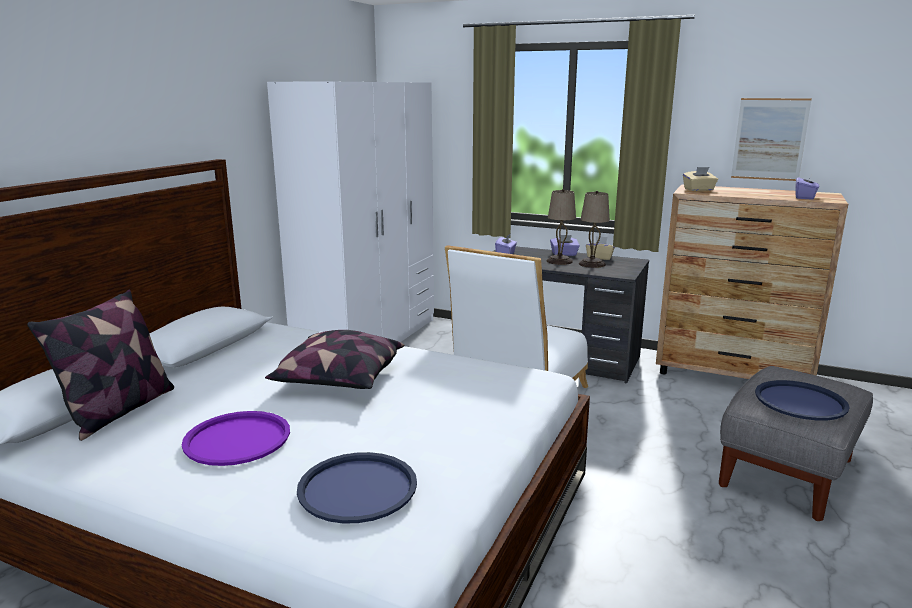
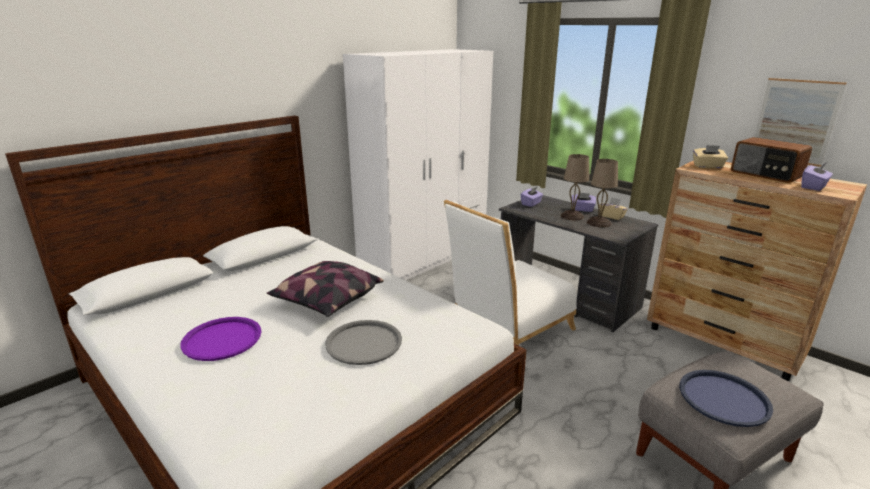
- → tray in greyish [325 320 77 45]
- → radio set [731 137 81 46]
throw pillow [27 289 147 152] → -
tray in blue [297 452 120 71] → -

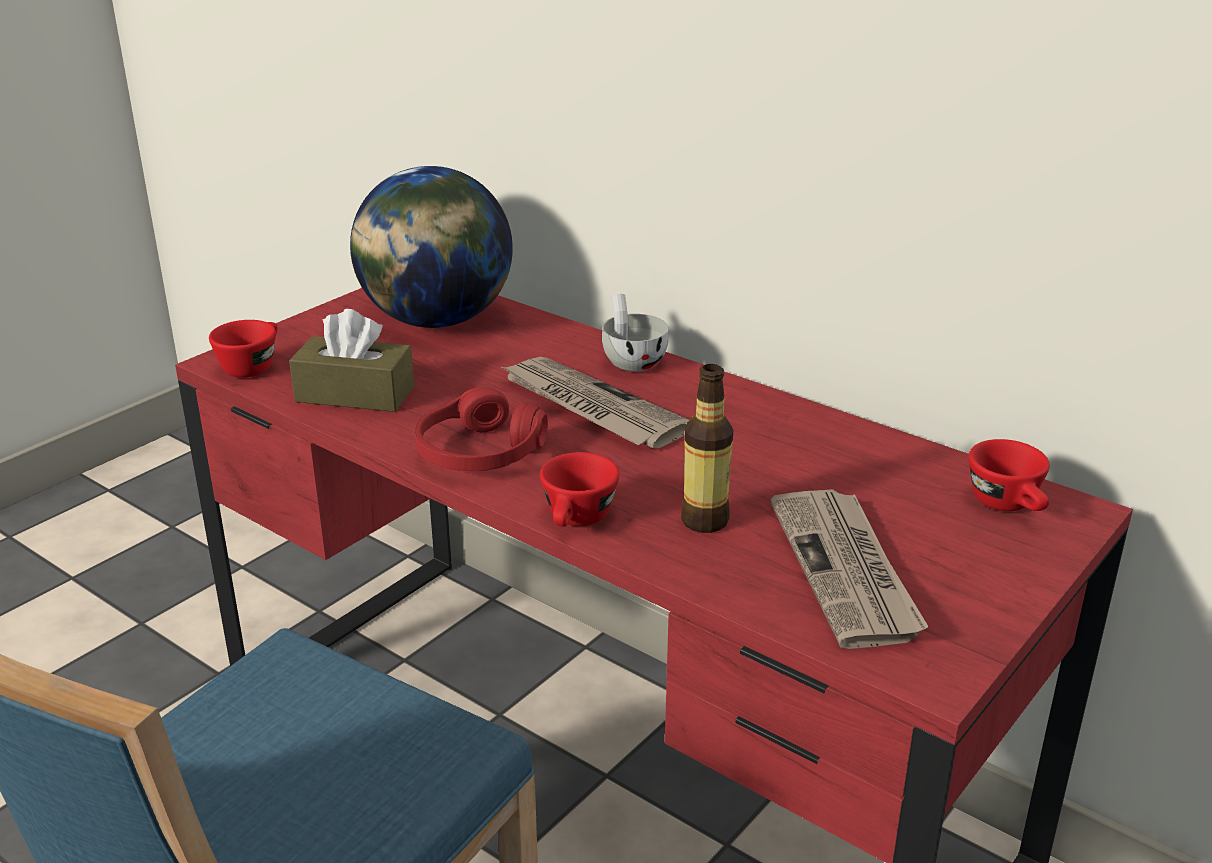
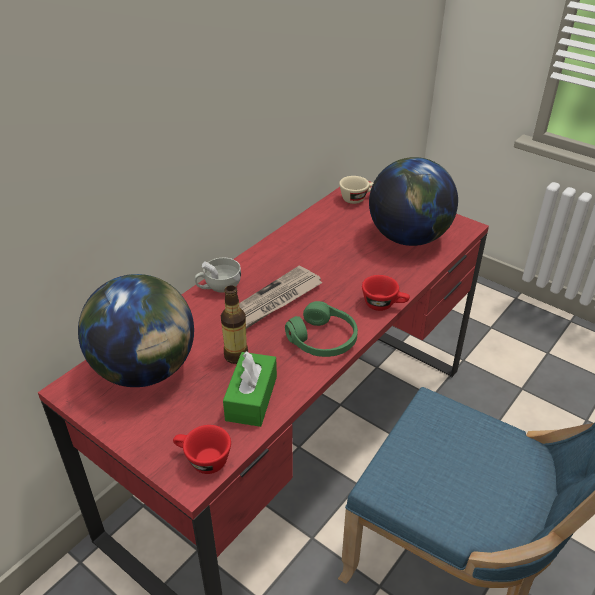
beverage bottle [681 364 52 169] → beverage bottle [221 286 27 78], move
tissue box in brown-coloured [289 309 125 103] → tissue box in greenish [223 351 54 76]
headphones in red-coloured [415 387 133 84] → headphones in greenish [285 301 73 56]
cup in red-coloured [969 439 81 72] → cup in sand-coloured [339 176 35 28]
daily paper [770 489 159 160] → desk globe [369 157 89 89]

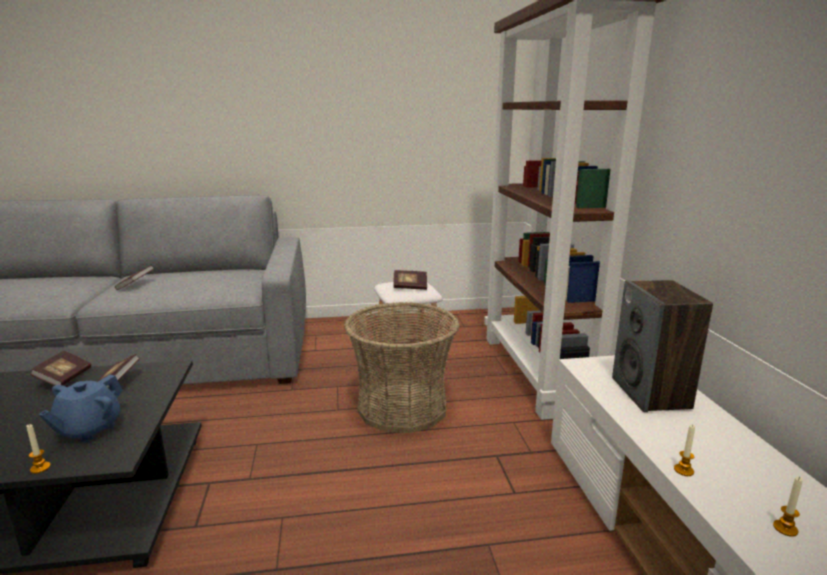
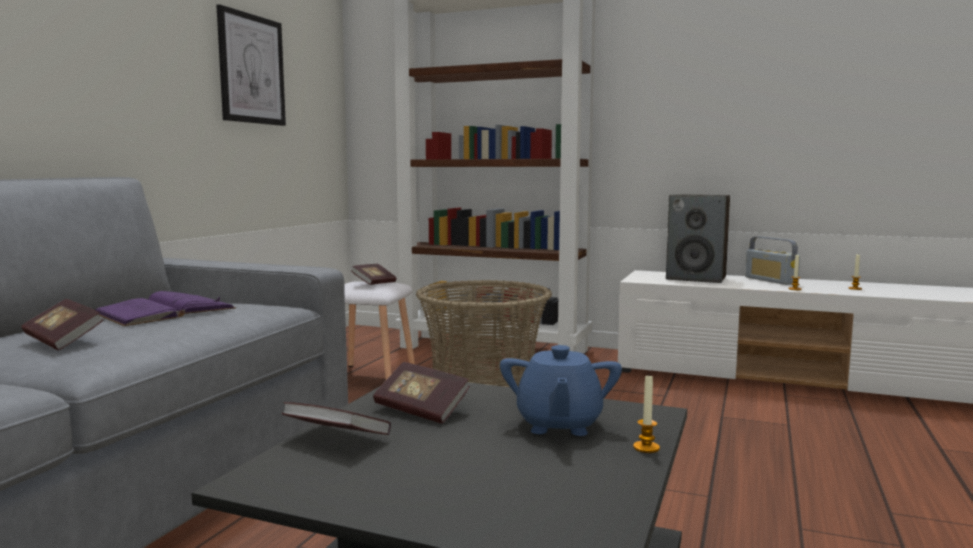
- → volume in purple-coloured [95 291 141 35]
- → wall art [216 4 70 122]
tea pot in blue [39 375 84 67] → tea pot in blue [500 345 122 91], 45 degrees clockwise
- → radio set [745 236 55 49]

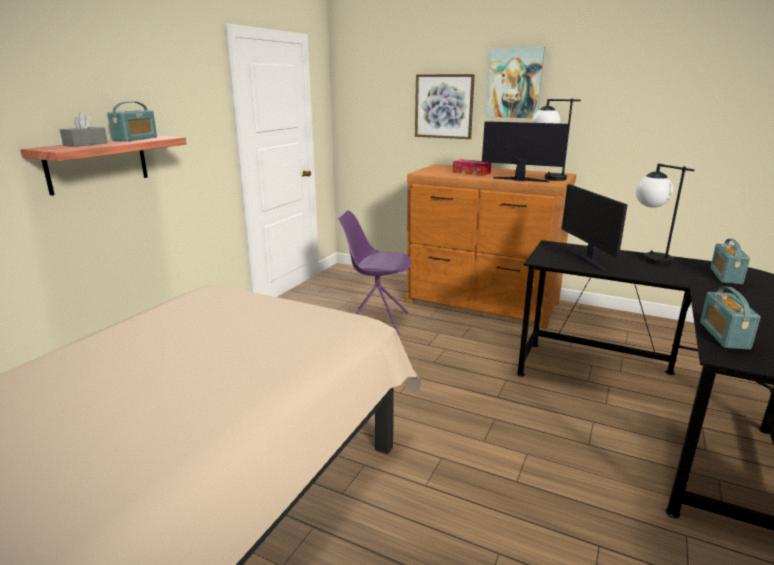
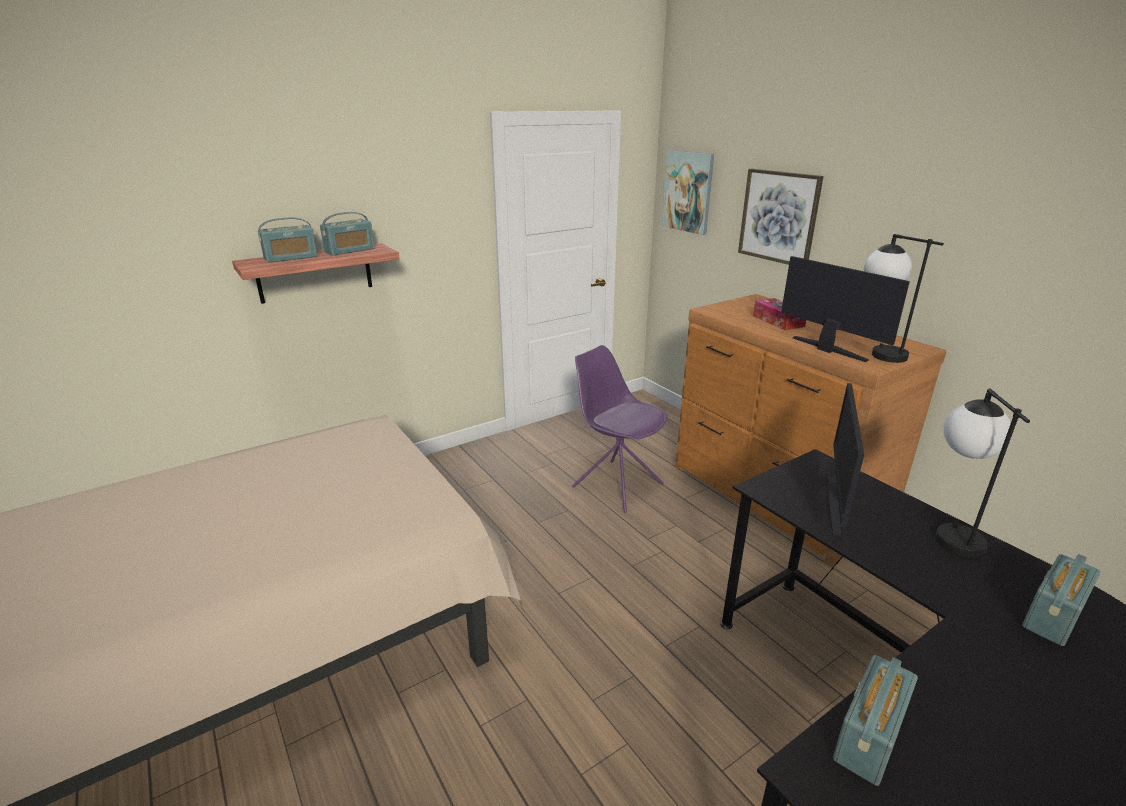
tissue box in greyish [60 112 48 35] → radio set [258 218 59 45]
wall art [486 47 59 71] → wall art [662 150 52 85], move

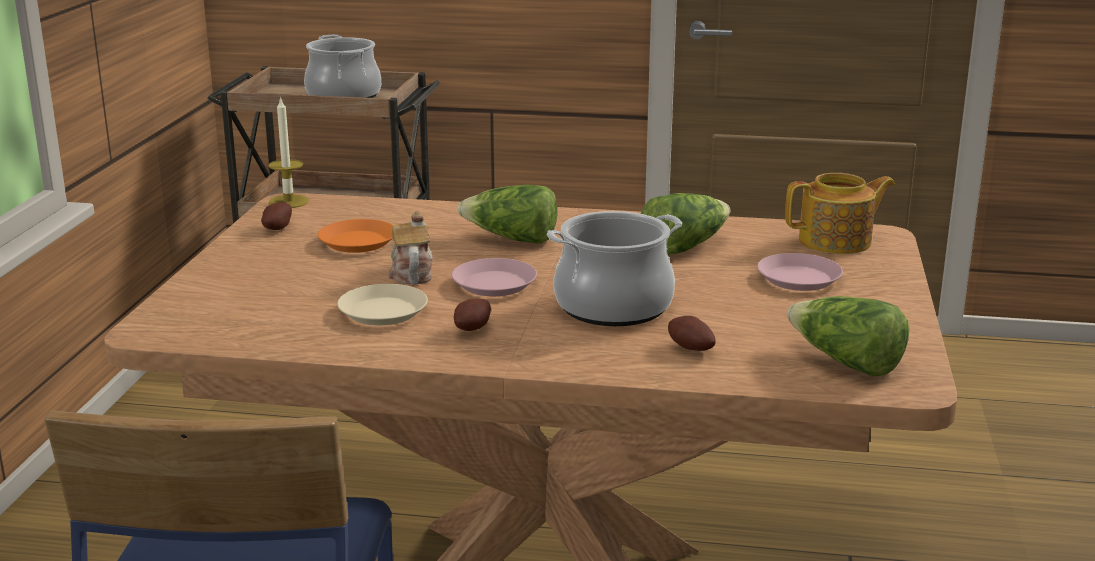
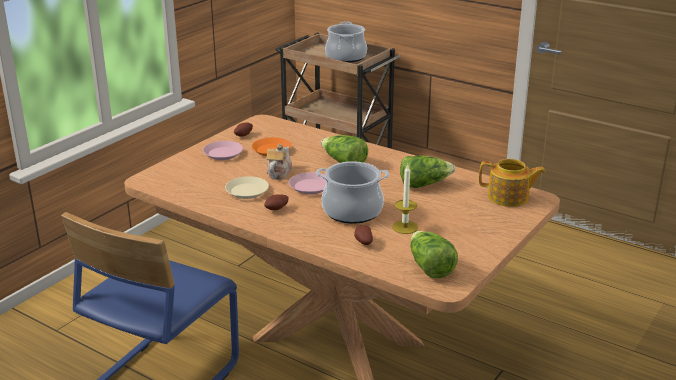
dinner plate in pink-coloured [757 253 86 38] → dinner plate in pink-coloured [203 141 40 19], move
wax candle [268 96 41 112] → wax candle [392 164 26 70], move

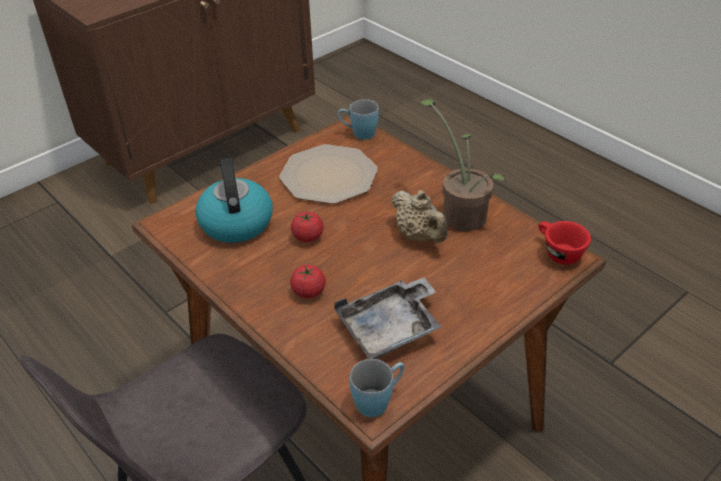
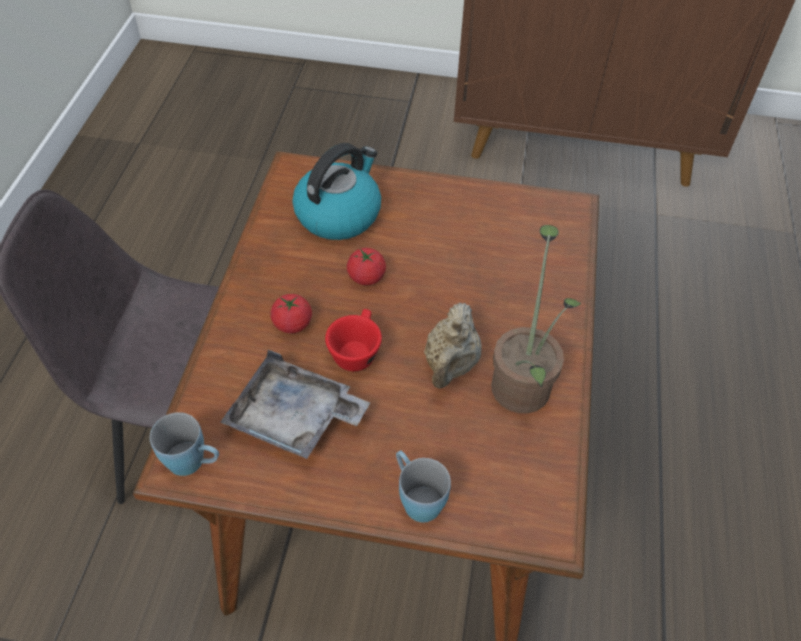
cup in red-coloured [538 221 53 44] → cup in red-coloured [325 309 57 62], move
coffee mug in blue [338 99 41 41] → coffee mug in blue [396 450 55 73], move
dinner plate [279 144 99 60] → -

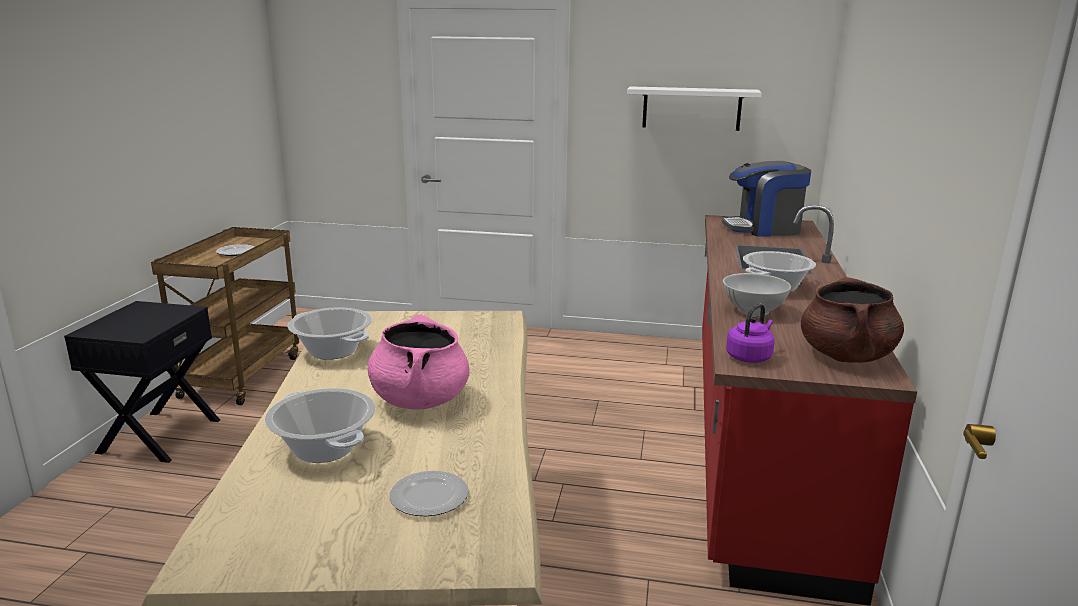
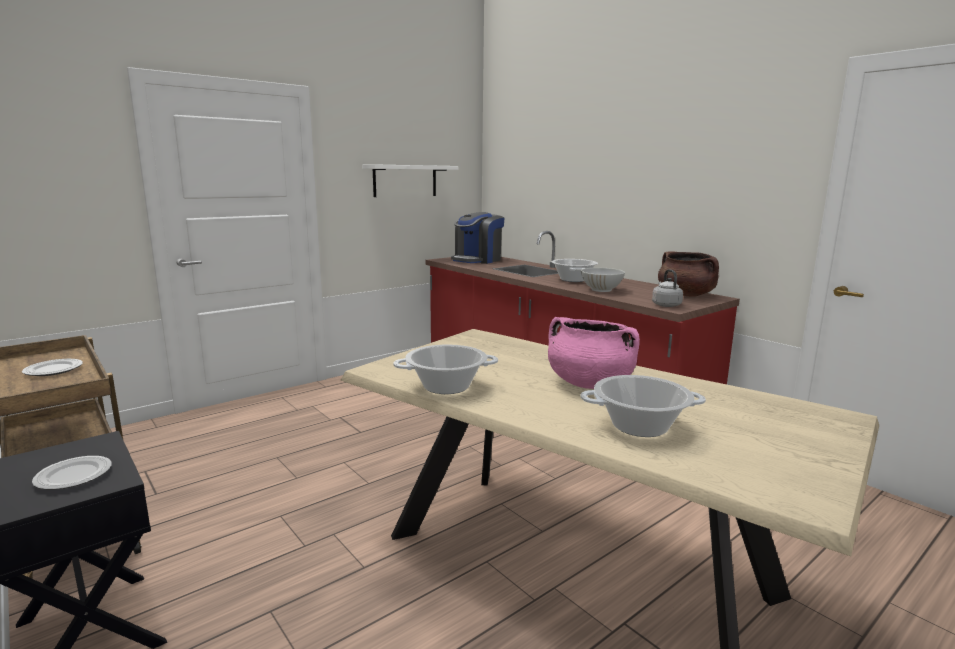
dinner plate [390 471 78 45] → dinner plate [32 456 80 34], move
tea kettle in purple-coloured [726 304 49 59] → tea kettle in greyish [652 269 31 38]

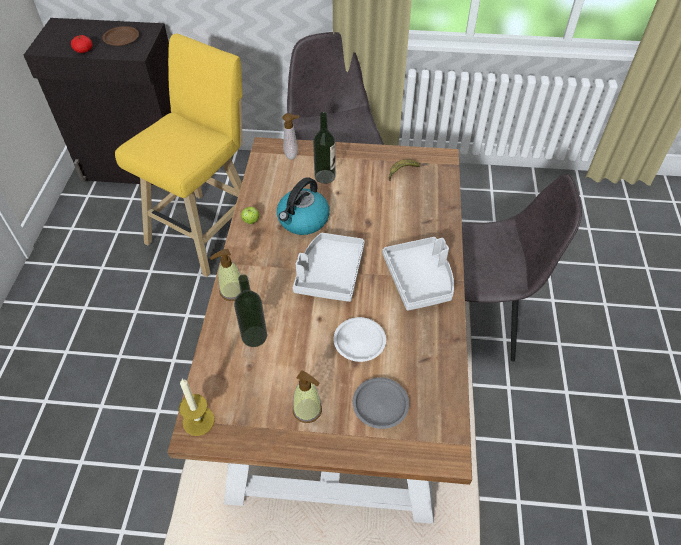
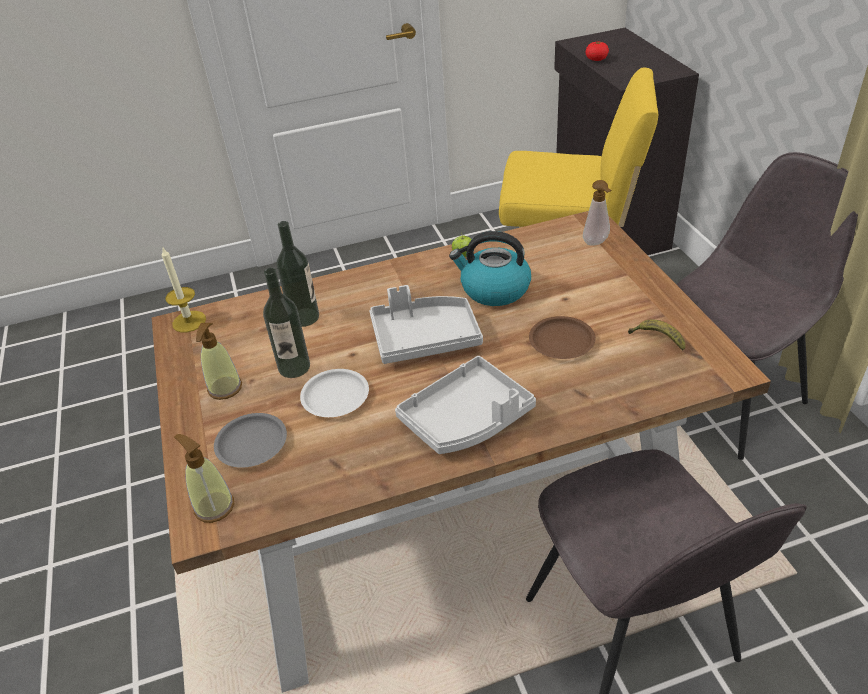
soap dispenser [210 249 31 52] → soap dispenser [174 434 60 89], move
beverage bottle [313 112 23 72] → beverage bottle [263 268 47 110], move
dinner plate in brown-coloured [102 26 37 20] → dinner plate in brown-coloured [529 316 67 43], move

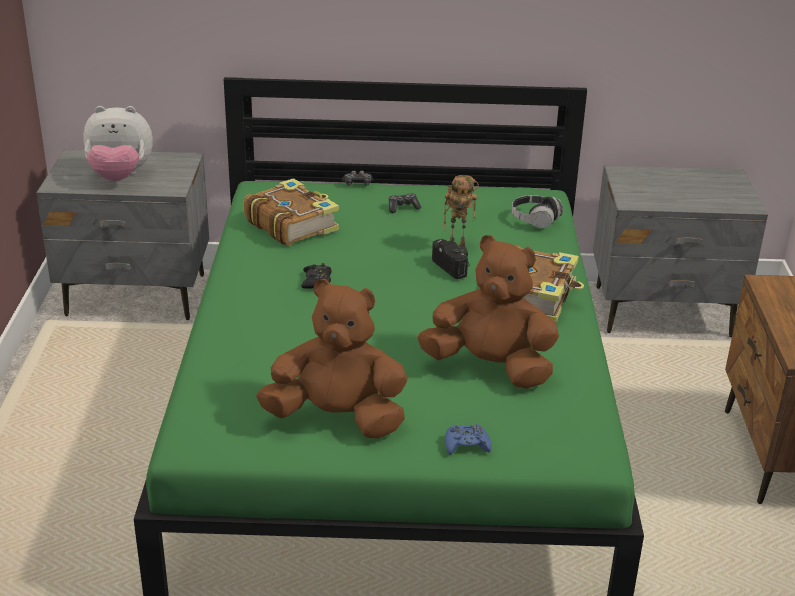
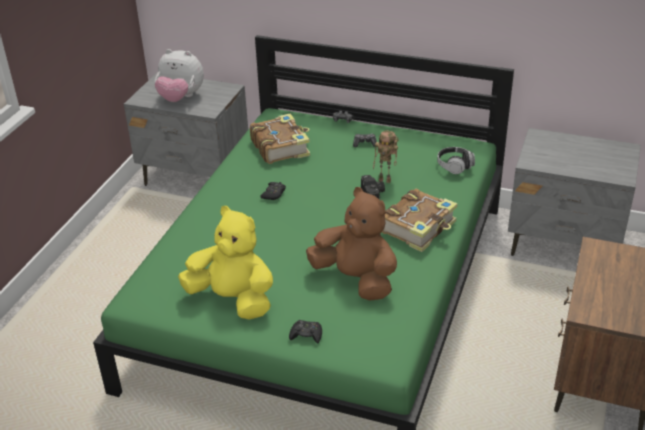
soft toy in brown-coloured [256 279 152 159] → soft toy in yellow [178 206 95 114]
game controller in blue [445 424 47 31] → game controller in blackish [289 320 33 24]

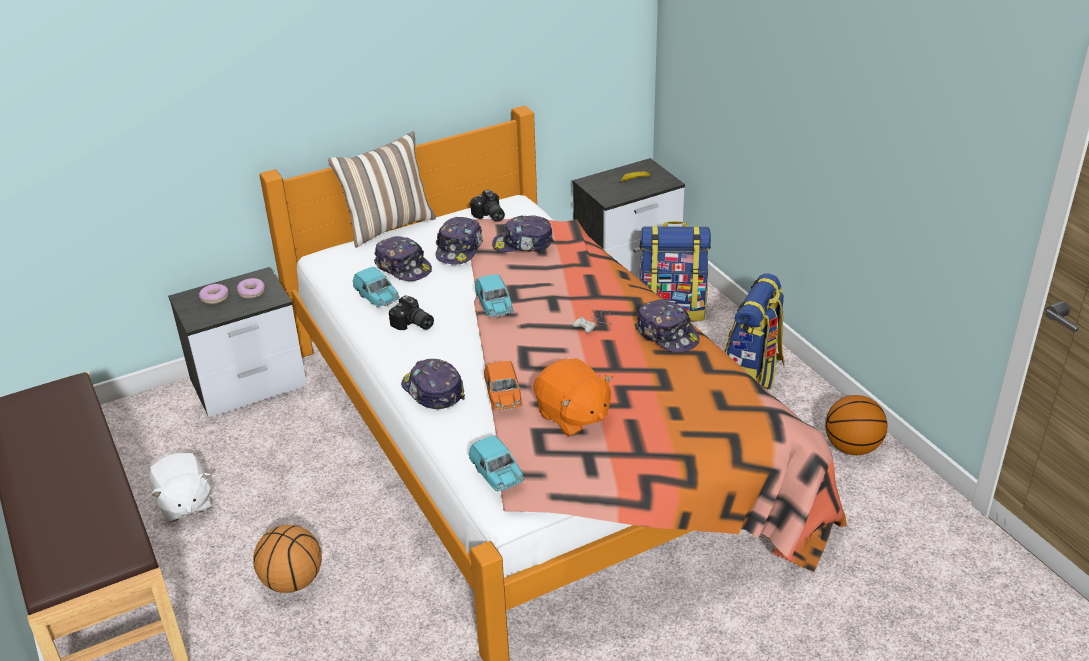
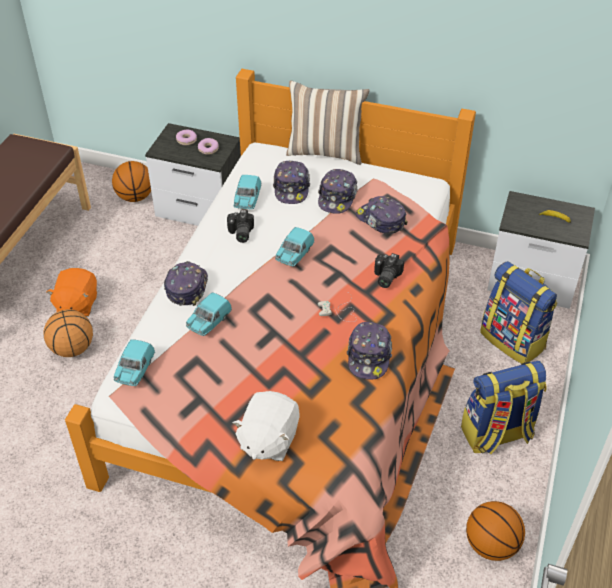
soft toy in orange [533 358 80 78] → soft toy in orange [46 268 51 49], move
- → basketball ball [112 161 39 41]
model car in orange [484 361 38 50] → model car in turquoise-coloured [186 292 46 44]
soft toy in white-coloured [149 453 63 69] → soft toy in white-coloured [232 391 68 70], move
peaked cap [436 217 47 48] → peaked cap [318 169 40 45], 45 degrees counterclockwise
still camera [470 189 35 33] → still camera [374 253 30 35], move

